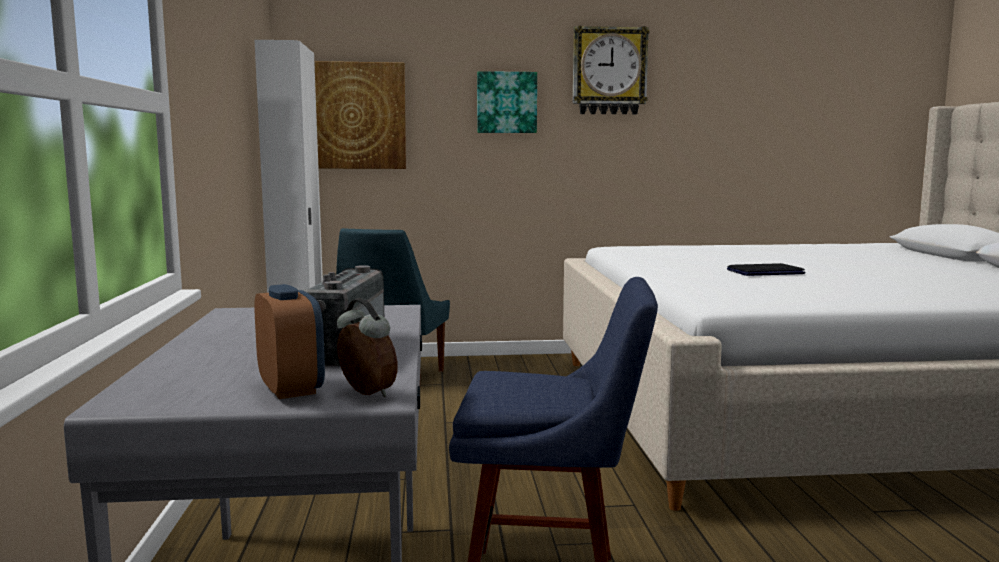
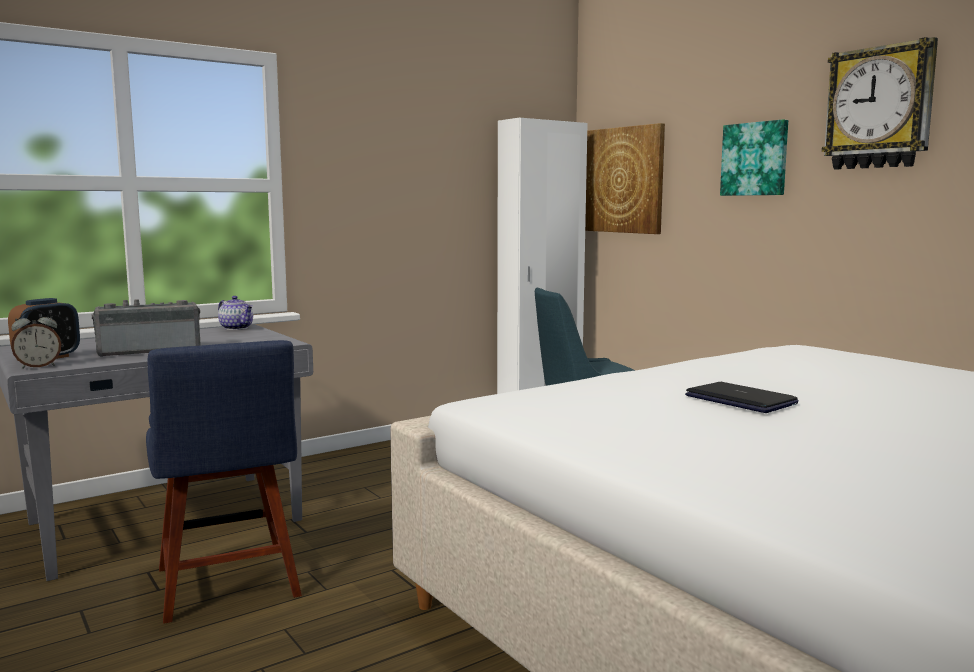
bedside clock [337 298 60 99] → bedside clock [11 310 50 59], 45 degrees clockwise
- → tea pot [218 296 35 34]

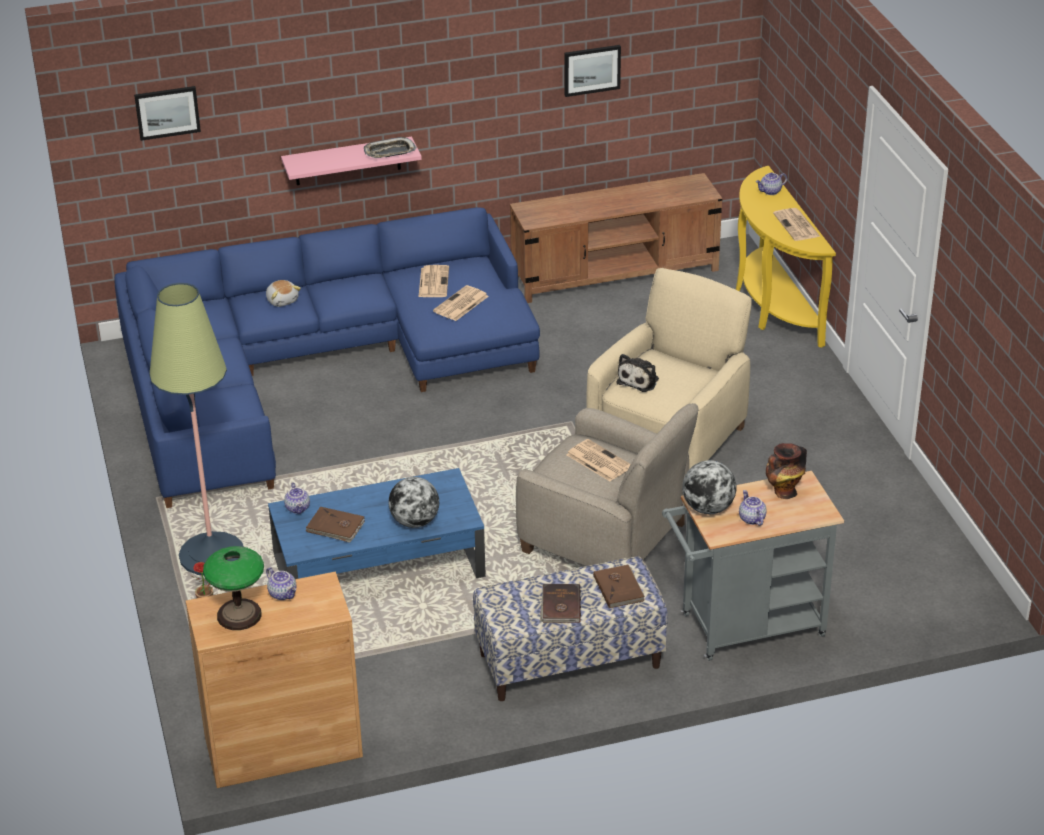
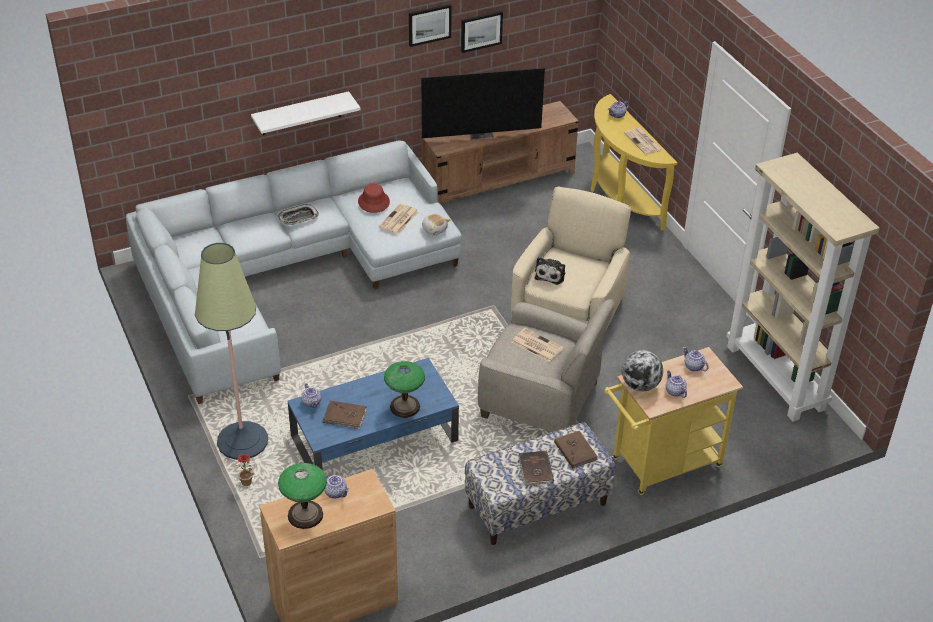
couch in blue [114 207 426 301] → couch in greyish [126 141 336 263]
wall shelf in pink-coloured [281 137 141 48] → wall shelf in white-coloured [251 91 110 44]
tray [364 137 53 21] → tray [278 204 41 22], move
daily paper [418 265 31 32] → wearable hat in red-coloured [358 183 32 30]
desk globe [388 477 51 51] → lamp for a table [384 361 41 57]
wall art [134 86 67 55] → wall art [409 4 43 43], move
- → TV set [421 68 124 71]
soft toy [266 280 35 27] → soft toy [422 214 28 21], move
wheeled cart in greyish [662 471 182 190] → wheeled cart in yellow [604 347 139 148]
decorative vase [766 443 41 56] → tea pot [683 347 26 24]
- → bookshelf in sand-coloured [726 153 154 269]

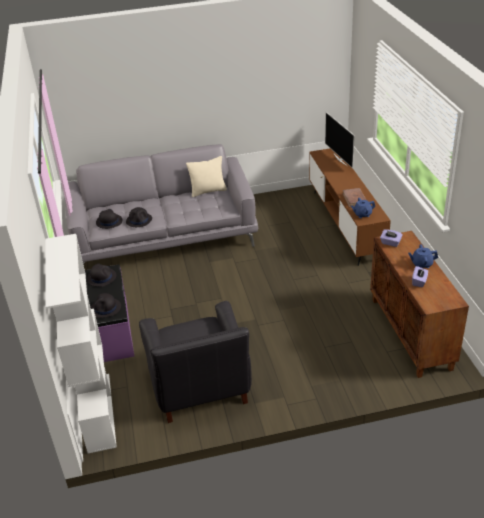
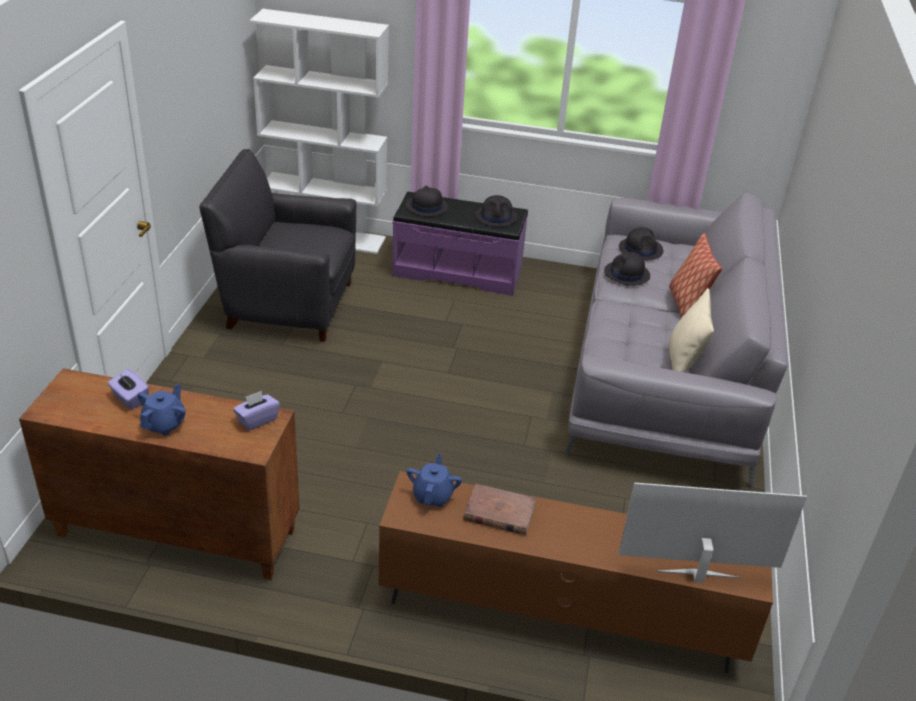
- → throw pillow [669 233 53 85]

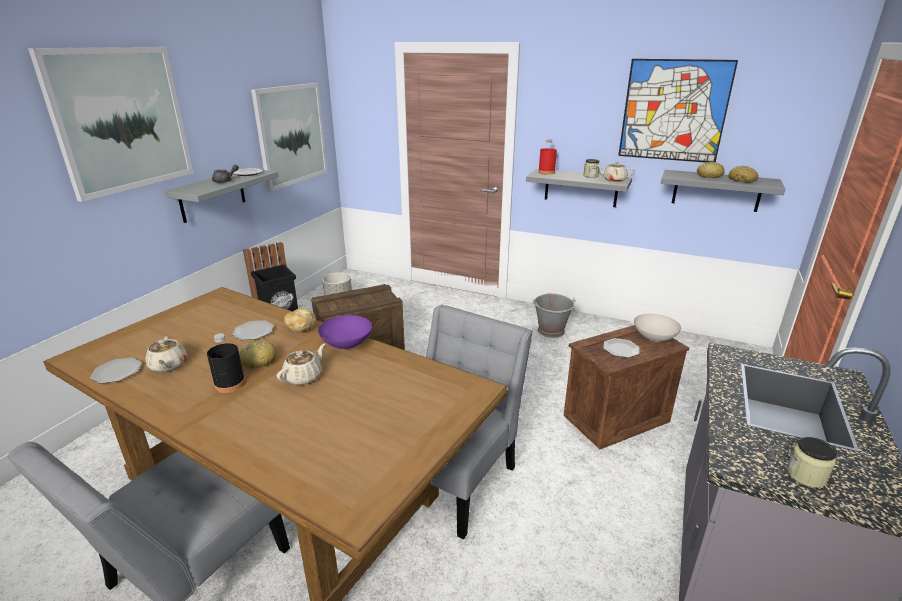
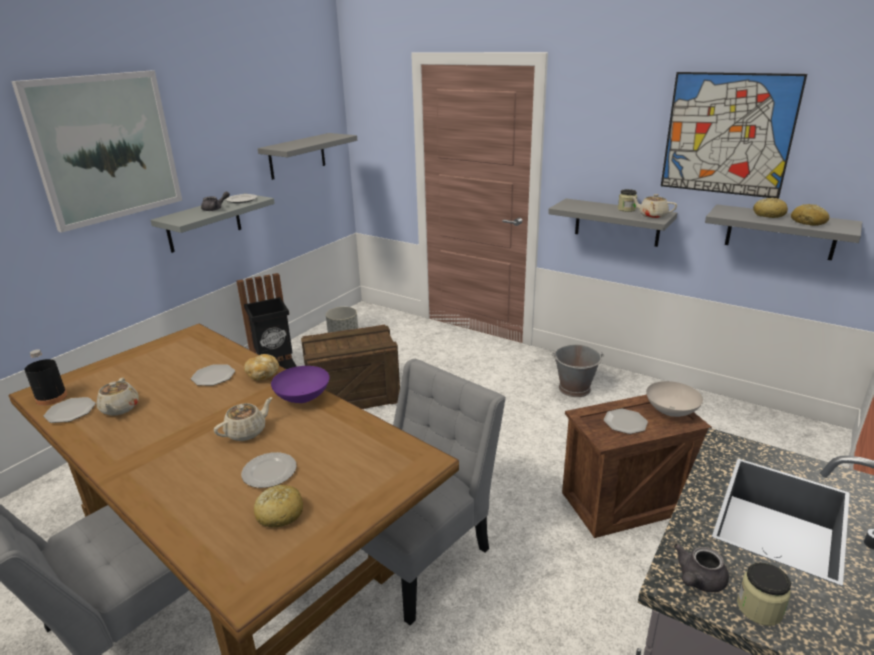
beverage bottle in blackish [207 333 39 60] → beverage bottle in blackish [24 349 43 57], move
- → dinner plate [241 452 56 36]
baked bread [239 340 38 28] → baked bread [254 485 49 43], move
wall art [251 83 77 109] → wall shelf in greyish [258 133 99 47]
- → tea pot in greyish [674 544 55 48]
beverage bottle in red-coloured [538 139 19 36] → -

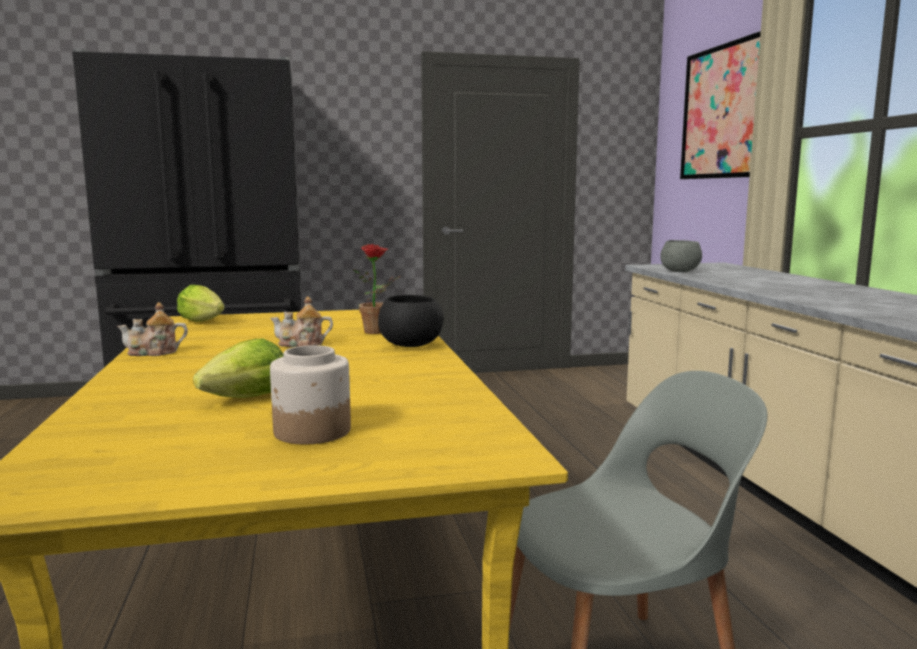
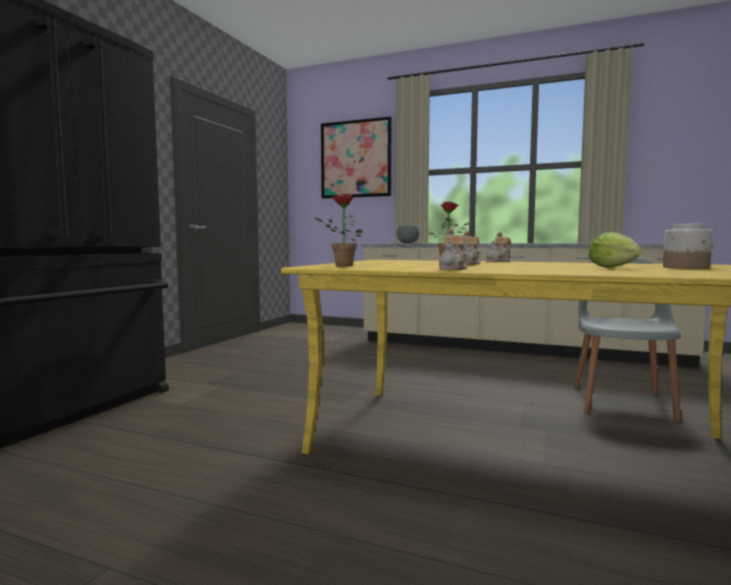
lettuce [177 285 48 37] → houseplant [314 193 49 73]
serving bowl in blackish [378 295 66 52] → tea pot [486 232 26 30]

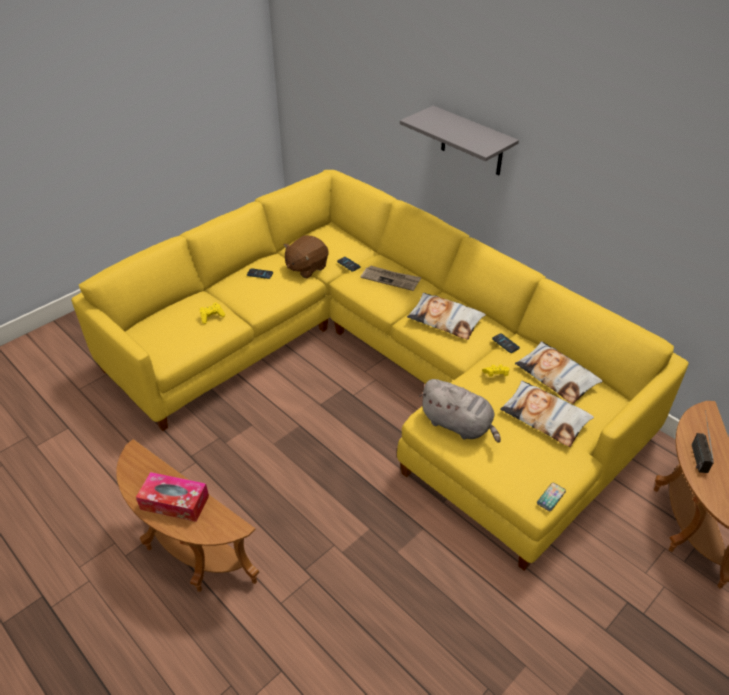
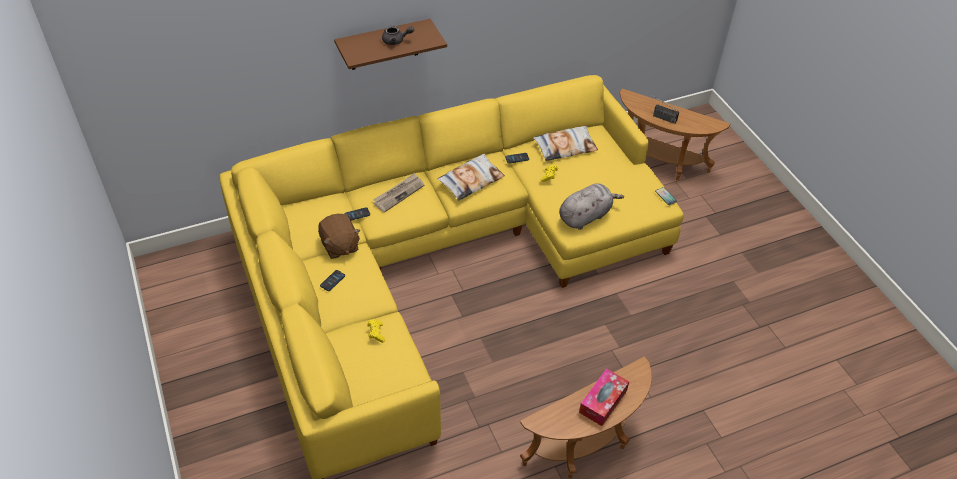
wall shelf in greyish [400 106 119 69] → wall shelf in brown-coloured [334 19 113 51]
- → tea pot in greyish [382 26 32 19]
throw pillow [500 381 94 66] → -

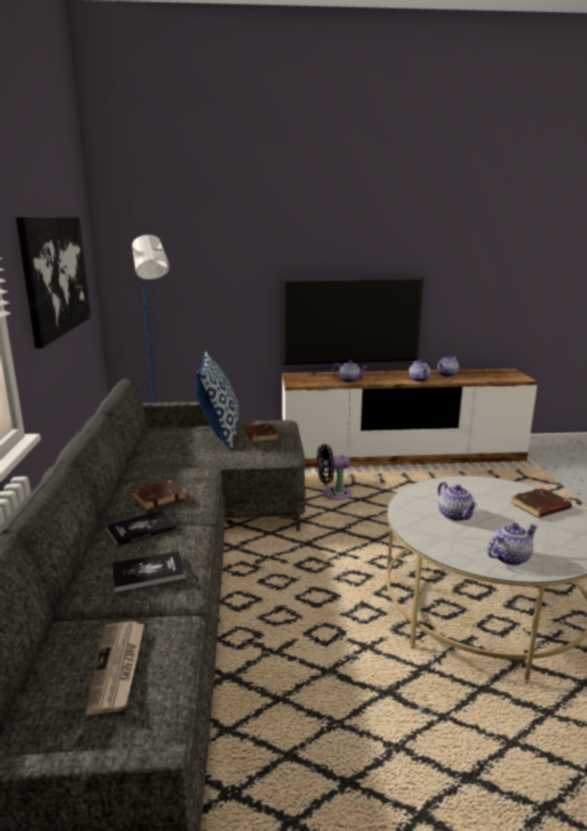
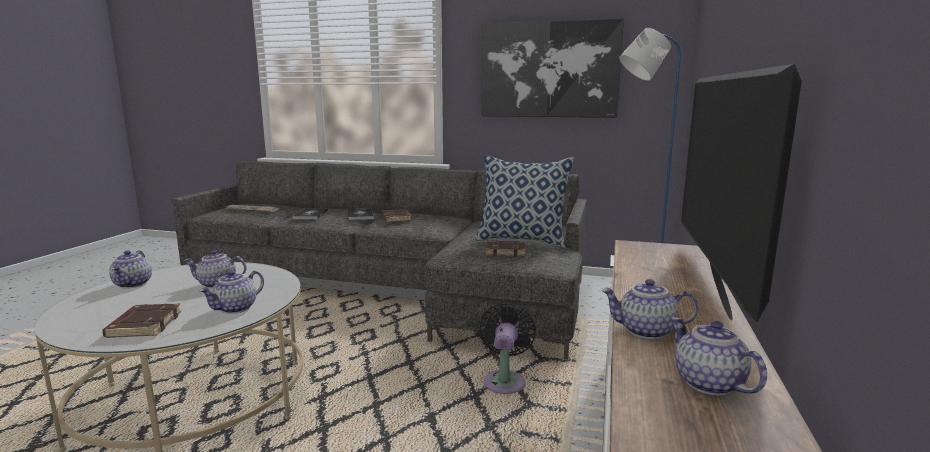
tea pot [333 360 35 23] → tea pot [199 270 65 44], move

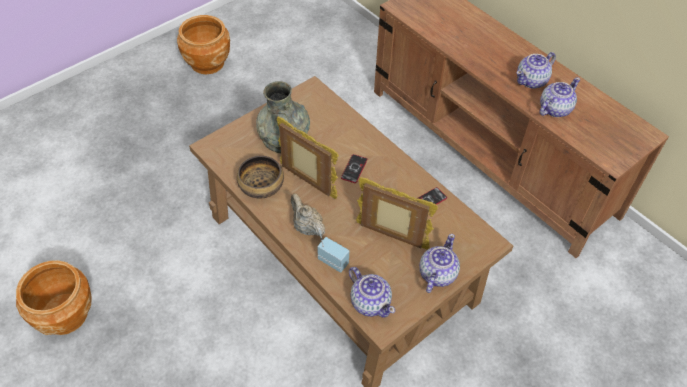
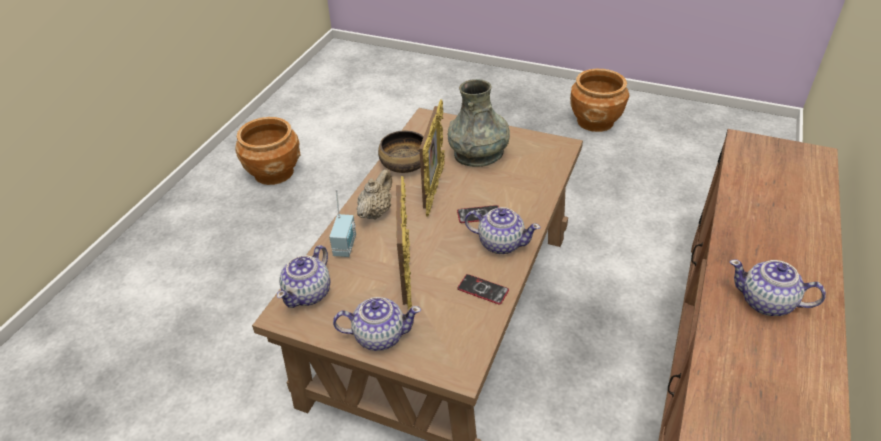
tea pot [539 77 41 40] → tea pot [465 207 75 47], move

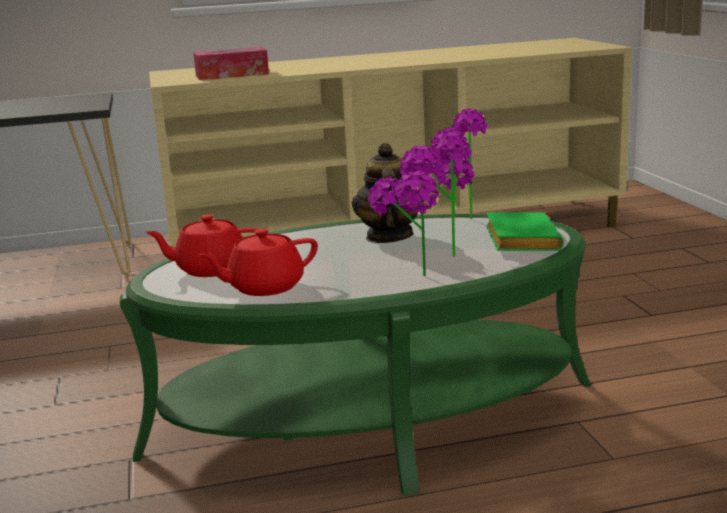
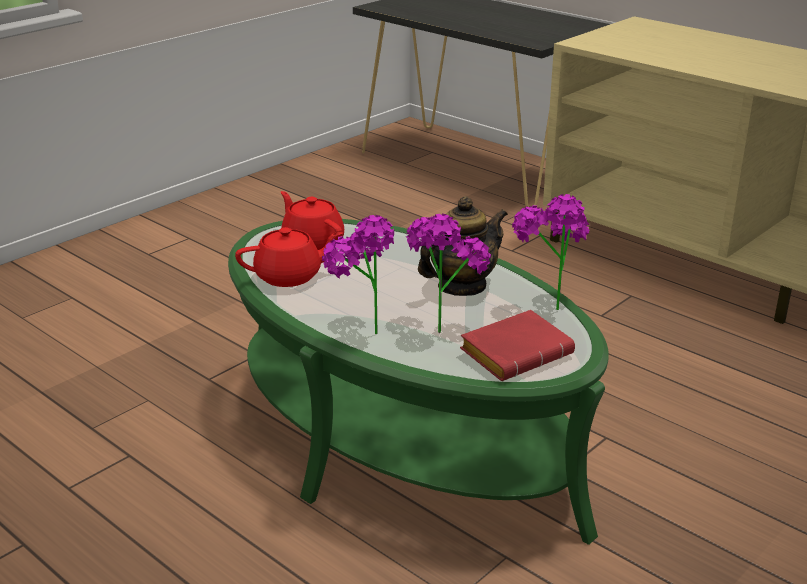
tea pot in red-coloured [198 229 120 67] → tea pot in red-coloured [235 227 108 60], 135 degrees clockwise
volume in greenish [486 212 78 39] → volume in red-coloured [460 310 115 71]
tissue box [193 47 76 33] → -

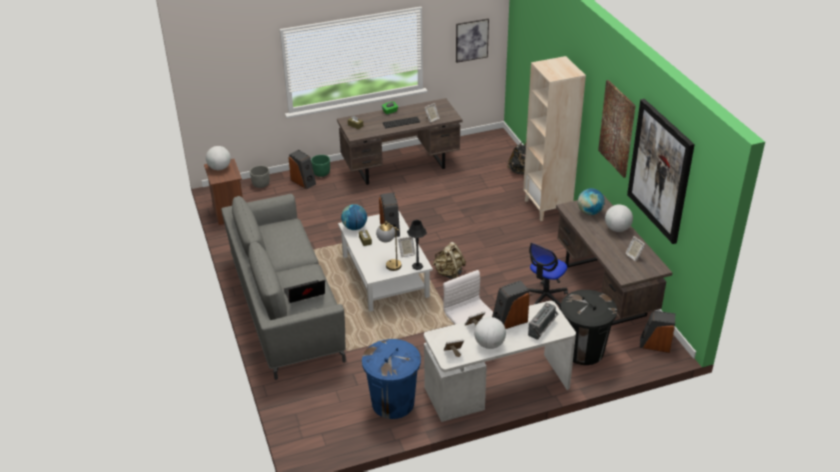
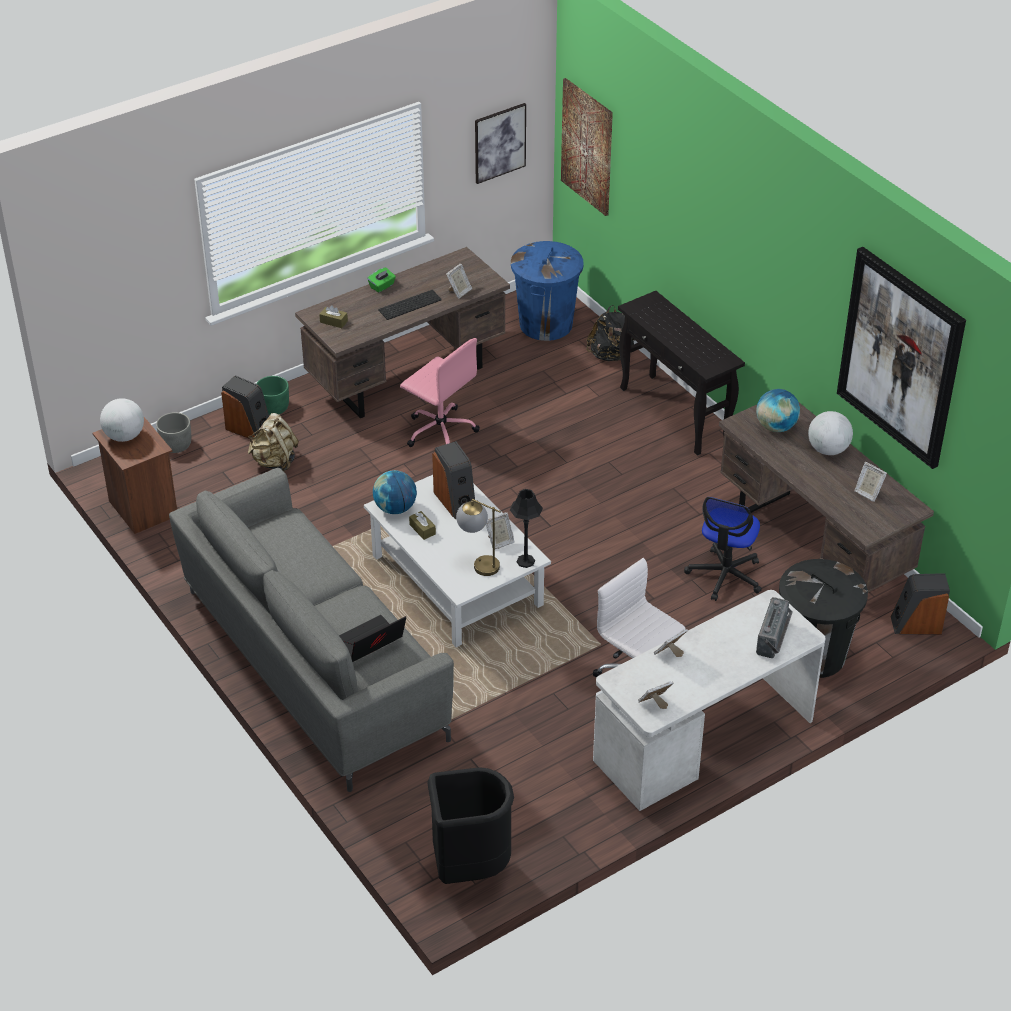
backpack in sand-coloured [433 242 33 37] → backpack in sand-coloured [248 413 51 58], move
- → office chair in pink-coloured [400 338 80 109]
- → trash can in blackish [427 767 87 117]
trash can in blue [362 339 59 80] → trash can in blue [511 241 73 100], move
wall art [598 80 38 98] → wall art [561 78 52 138], move
bookshelf in sand-coloured [523 56 63 165] → hall table in blackish [618 291 127 164]
desk globe [474 317 32 32] → -
loudspeaker [492 281 38 48] → -

